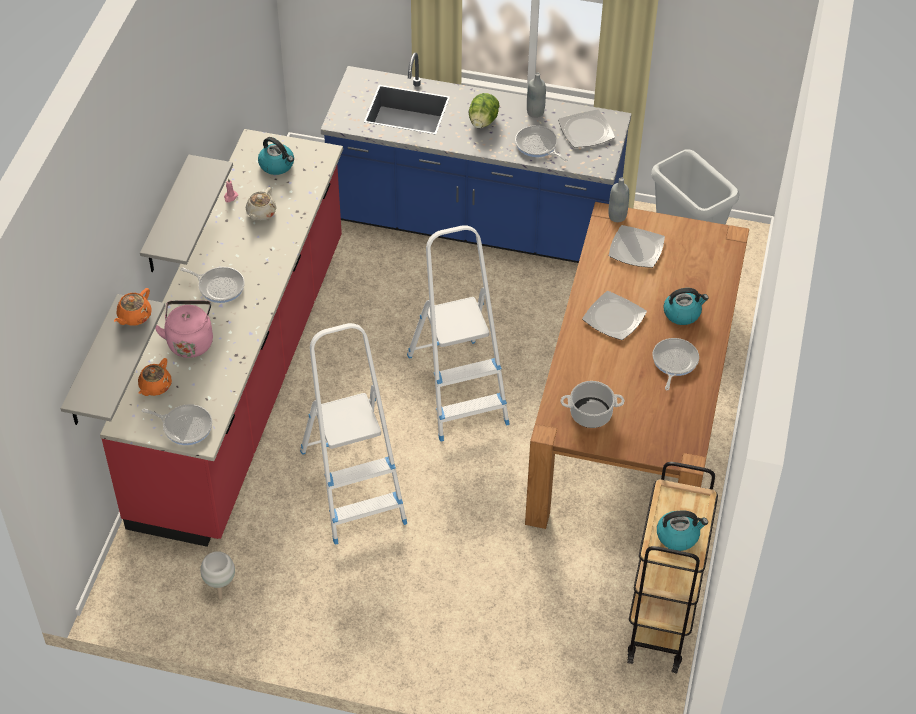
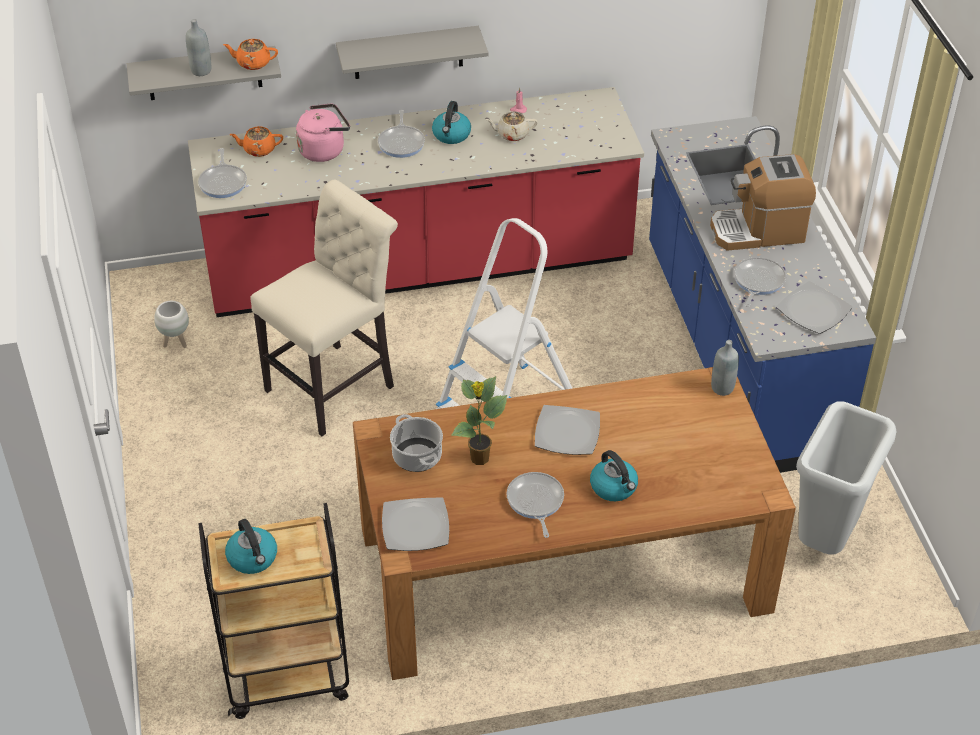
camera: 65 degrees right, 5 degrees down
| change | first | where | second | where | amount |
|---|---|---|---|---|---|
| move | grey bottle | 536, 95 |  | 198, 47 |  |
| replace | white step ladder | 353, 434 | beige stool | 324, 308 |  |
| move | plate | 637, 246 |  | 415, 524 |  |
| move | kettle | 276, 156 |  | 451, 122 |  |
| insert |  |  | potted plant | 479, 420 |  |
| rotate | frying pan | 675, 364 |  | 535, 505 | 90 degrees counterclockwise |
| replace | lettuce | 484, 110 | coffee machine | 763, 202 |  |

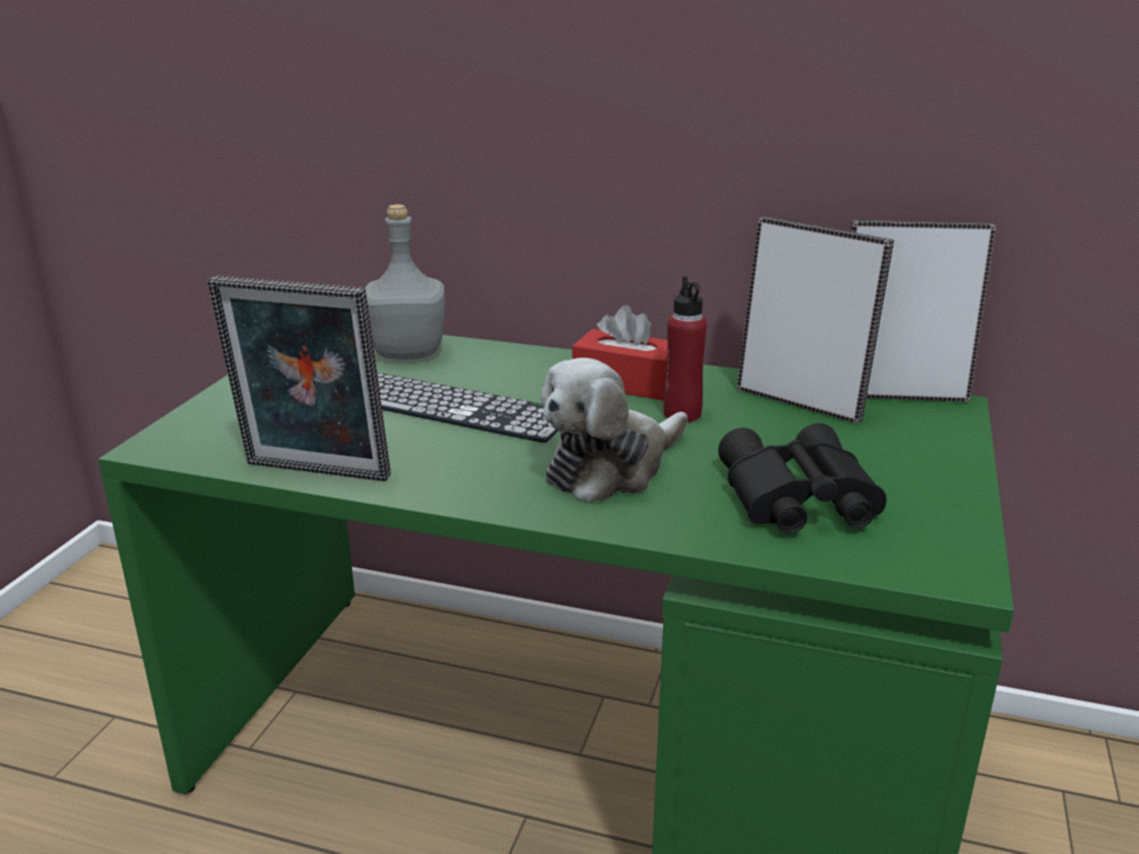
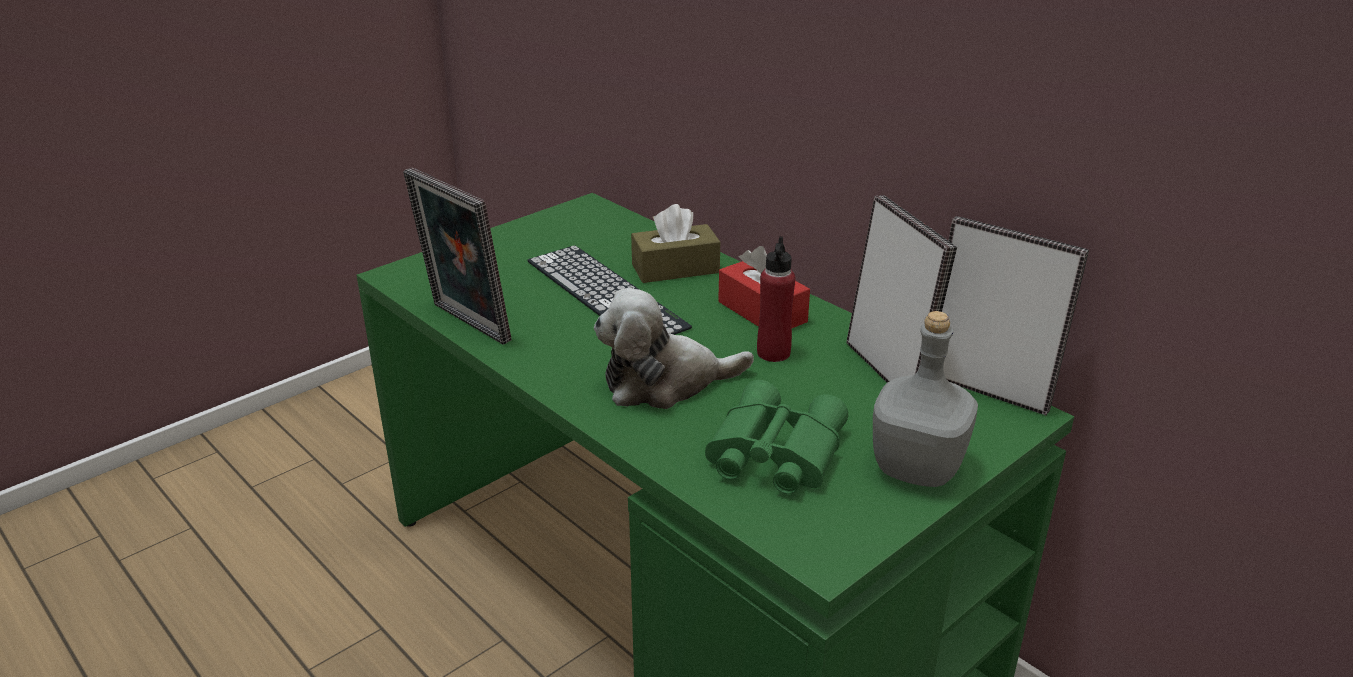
camera: 30 degrees right, 5 degrees up
| change | first | where | second | where | amount |
|---|---|---|---|---|---|
| insert |  |  | brown tissue box | 675, 243 |  |
| recolor | black binoculars | 802, 478 | green binoculars | 776, 437 |  |
| move | grey bottle | 405, 282 |  | 925, 399 |  |

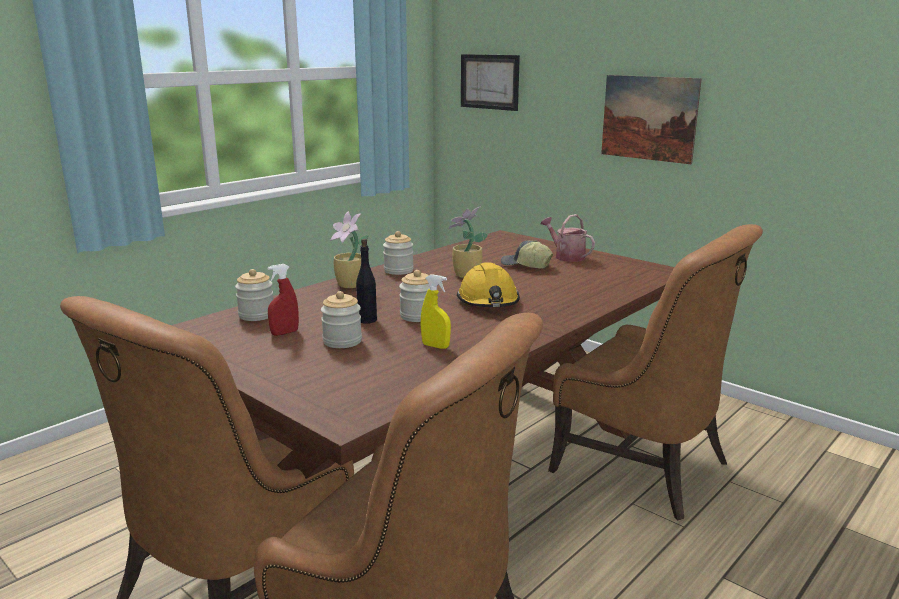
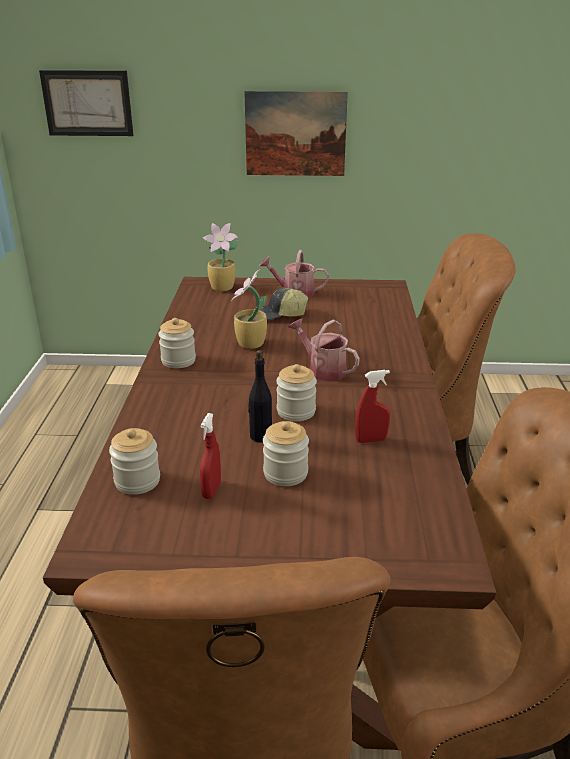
camera: 40 degrees left, 10 degrees up
| change | first | where | second | where | amount |
|---|---|---|---|---|---|
| move | potted plant | 349, 249 |  | 221, 257 |  |
| replace | yellow hard hat | 488, 284 | watering can | 324, 349 |  |
| recolor | yellow spray bottle | 436, 311 | red spray bottle | 372, 406 |  |

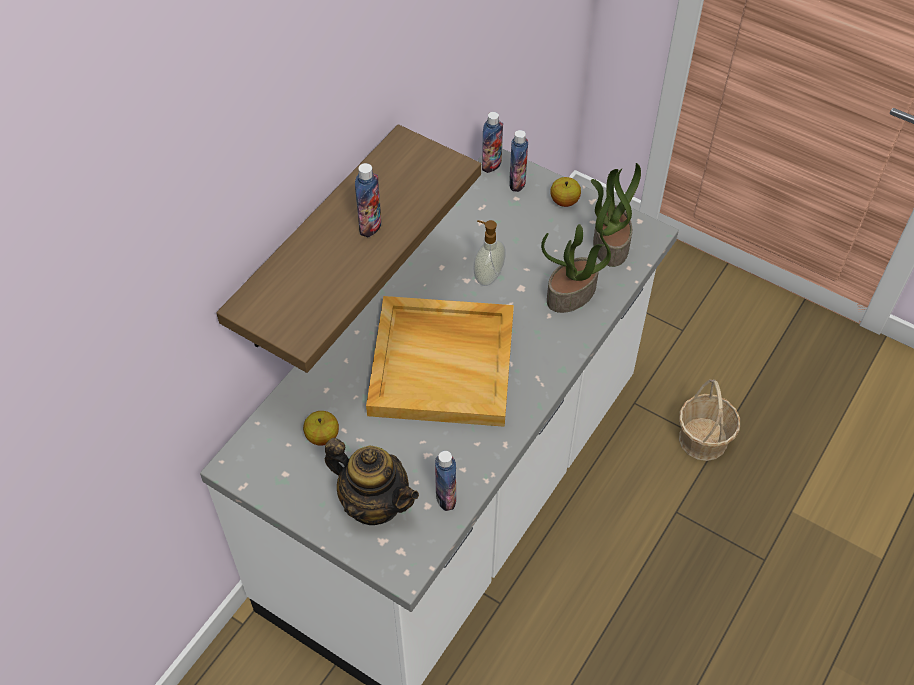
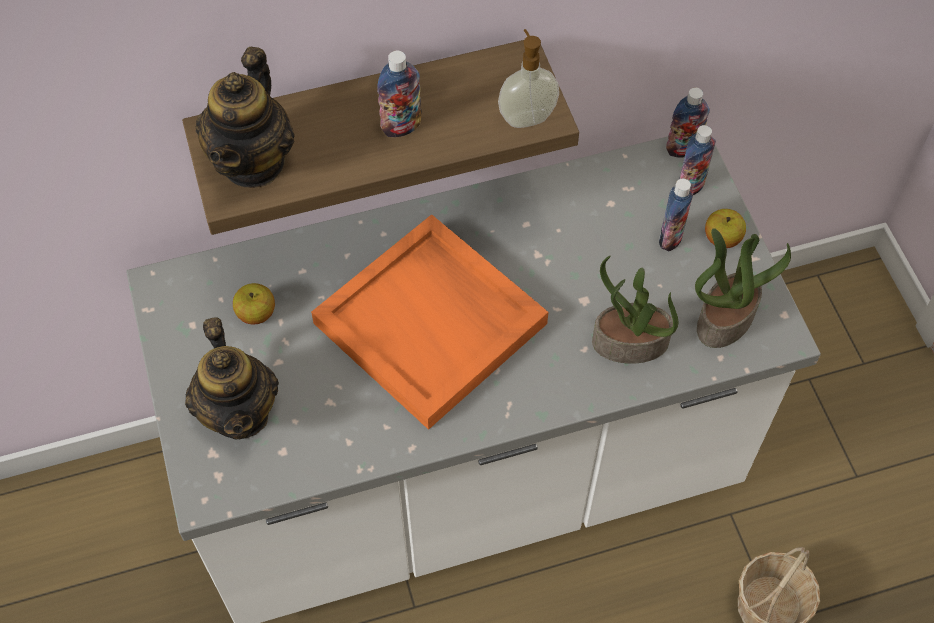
camera: 40 degrees right, 5 degrees up
| change | first | where | second | where | amount |
|---|---|---|---|---|---|
| insert |  |  | teapot | 245, 117 |  |
| recolor | beige tray | 440, 361 | orange tray | 429, 322 |  |
| move | soap dispenser | 489, 253 |  | 528, 78 |  |
| move | bottle | 445, 481 |  | 676, 214 |  |

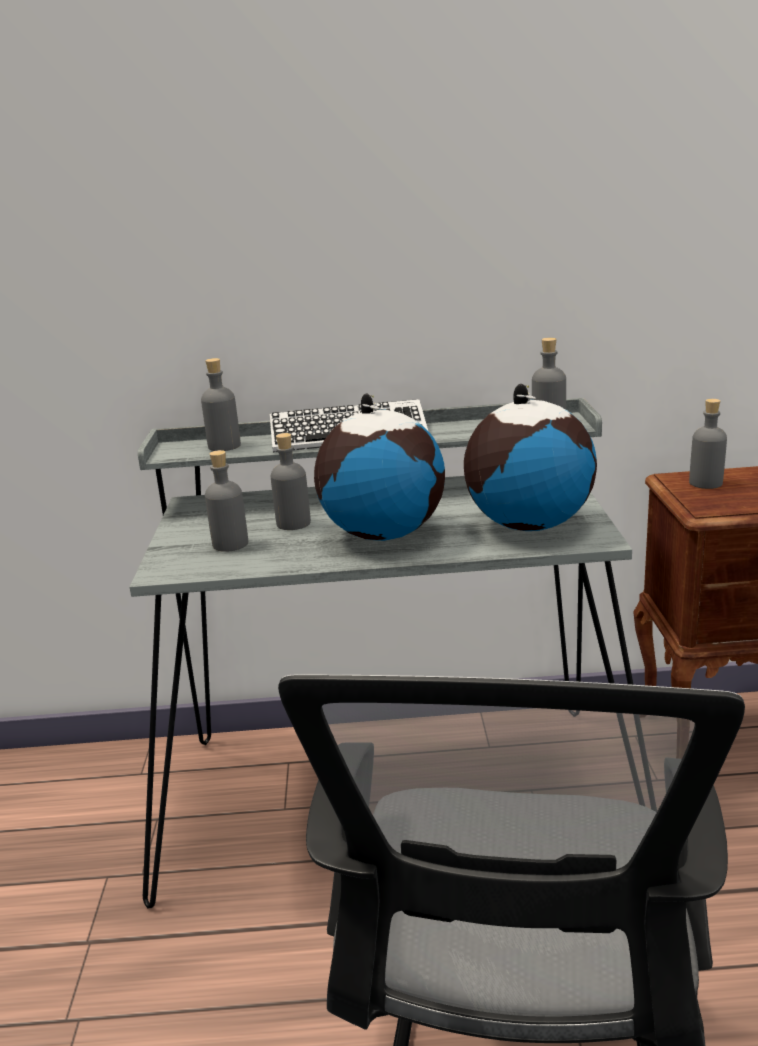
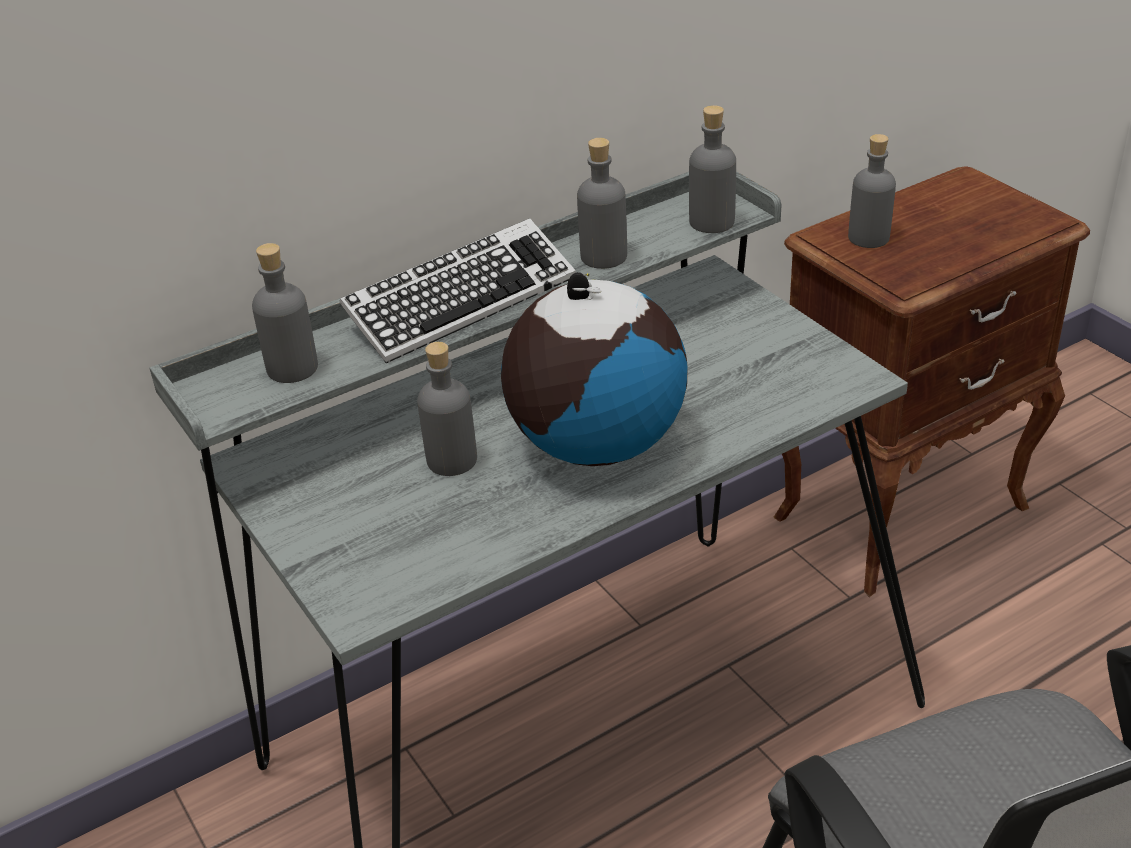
camera: 30 degrees left, 15 degrees up
| change | first | where | second | where | amount |
|---|---|---|---|---|---|
| move | grey bottle | 226, 501 |  | 602, 203 |  |
| delete | globe | 530, 457 |  |  |  |

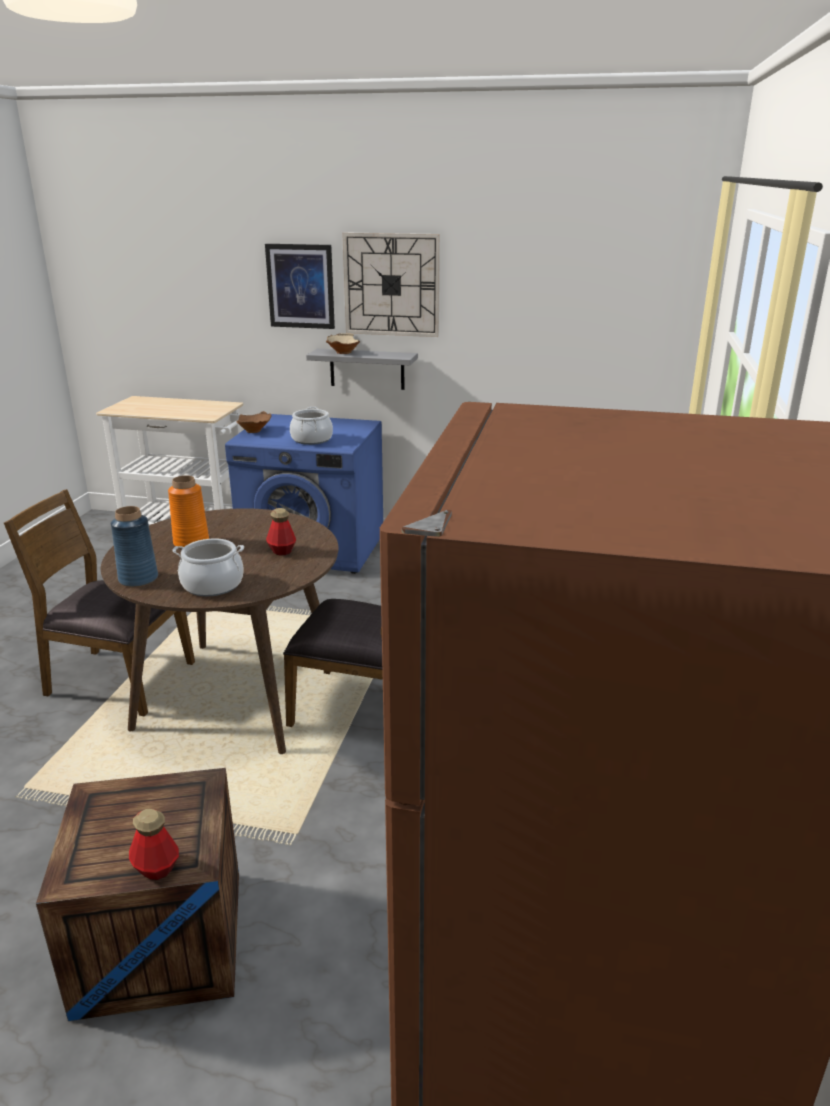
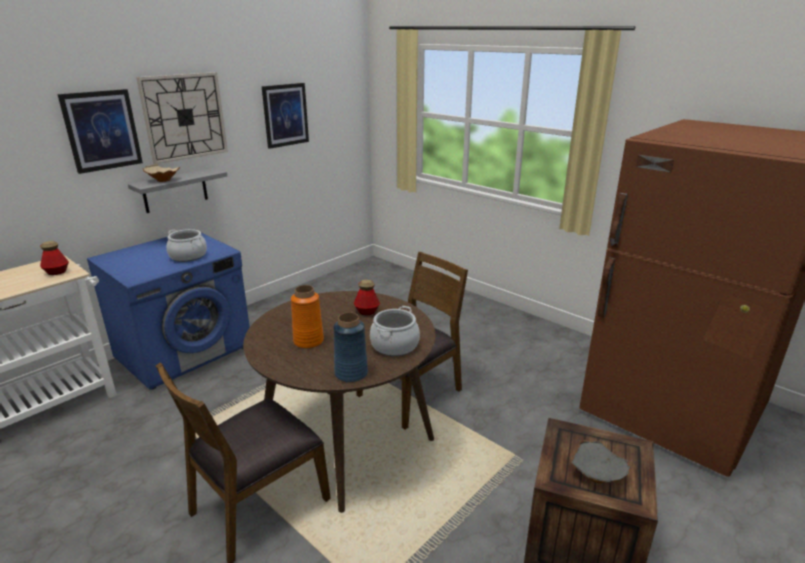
camera: 60 degrees left, 0 degrees up
| change | first | where | second | where | amount |
|---|---|---|---|---|---|
| move | bottle | 154, 844 |  | 54, 258 |  |
| insert |  |  | picture | 285, 116 |  |
| insert |  |  | grey bowl | 600, 461 |  |
| delete | brown bowl | 254, 422 |  |  |  |

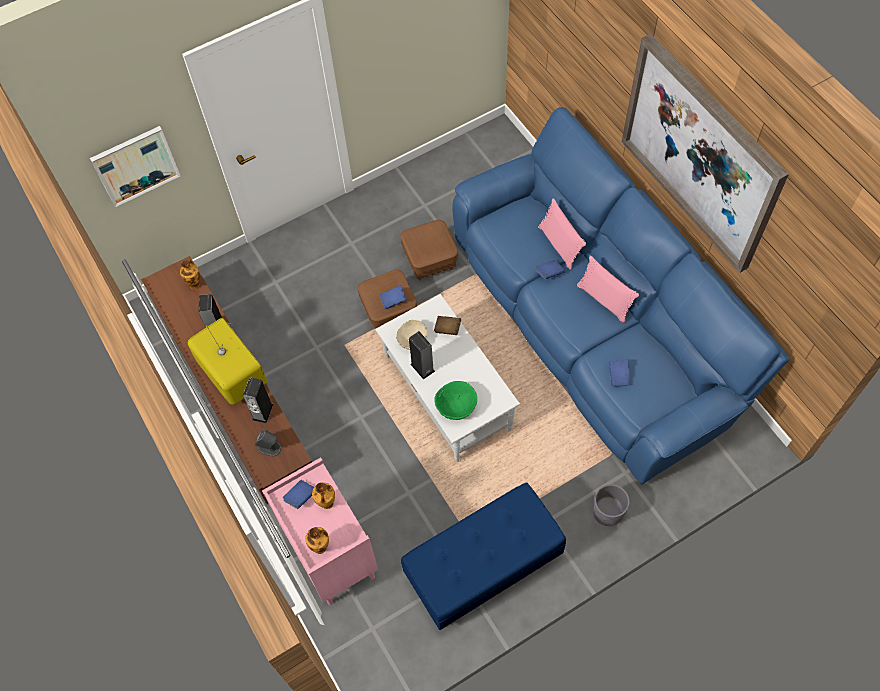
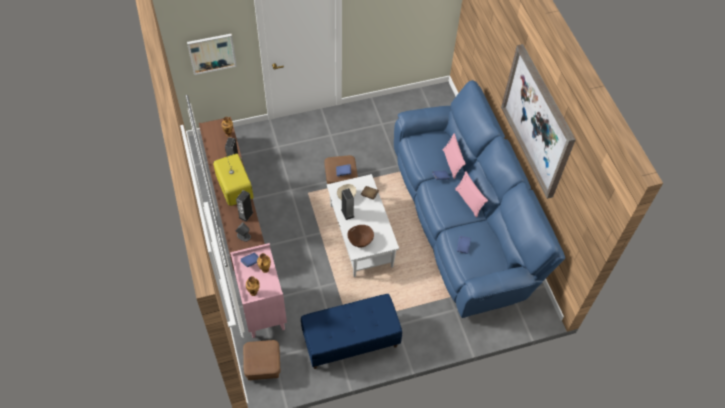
camera: 10 degrees right, 5 degrees down
| change | first | where | second | where | amount |
|---|---|---|---|---|---|
| move | brown ottoman | 429, 250 |  | 261, 360 |  |
| recolor | green bowl | 455, 400 | brown bowl | 360, 236 |  |
| delete | grey planter | 611, 505 |  |  |  |

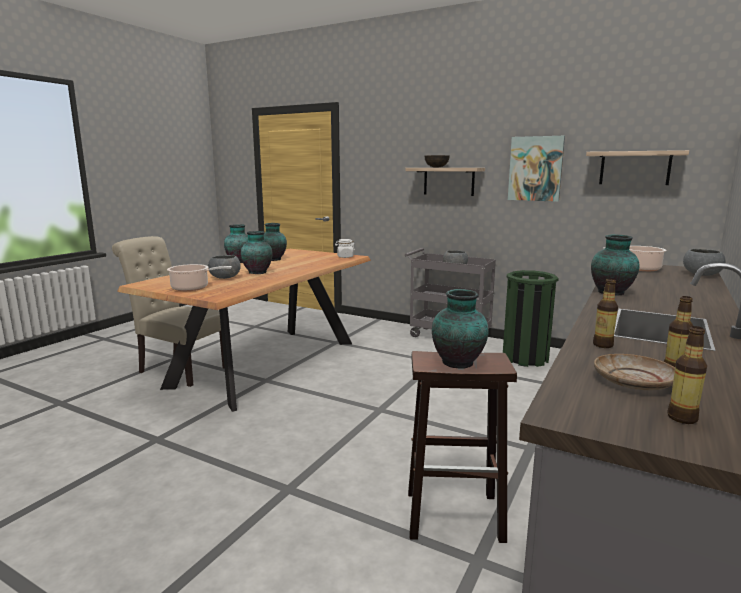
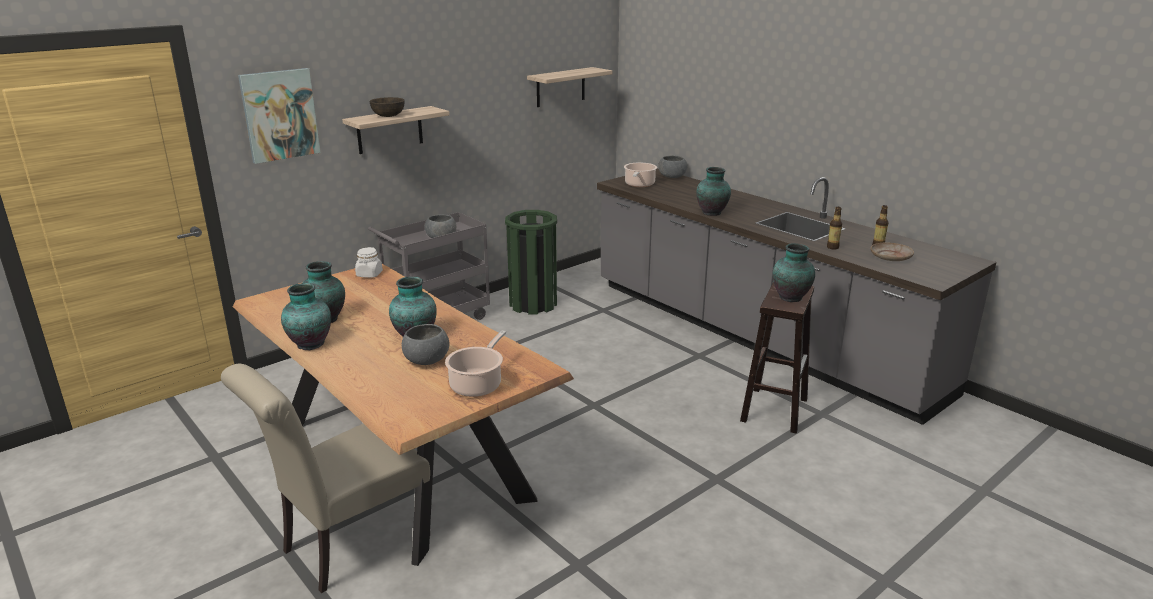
camera: 70 degrees left, 10 degrees up
| change | first | where | second | where | amount |
|---|---|---|---|---|---|
| move | picture | 536, 169 |  | 279, 116 |  |
| delete | bottle | 687, 375 |  |  |  |

